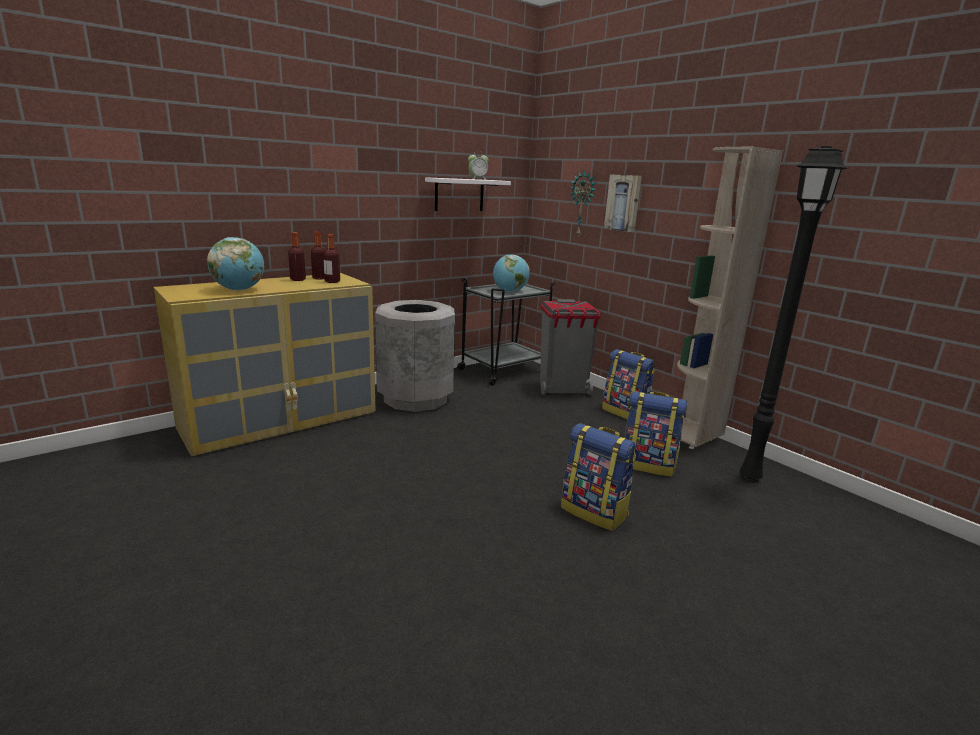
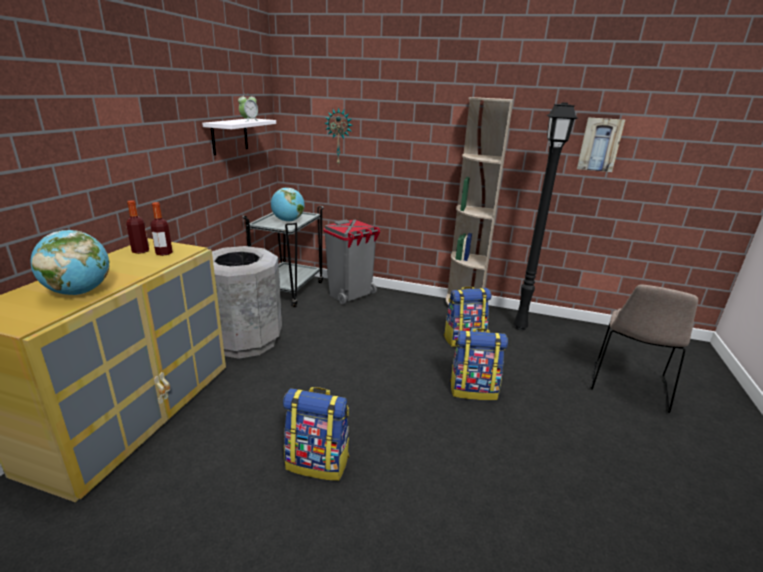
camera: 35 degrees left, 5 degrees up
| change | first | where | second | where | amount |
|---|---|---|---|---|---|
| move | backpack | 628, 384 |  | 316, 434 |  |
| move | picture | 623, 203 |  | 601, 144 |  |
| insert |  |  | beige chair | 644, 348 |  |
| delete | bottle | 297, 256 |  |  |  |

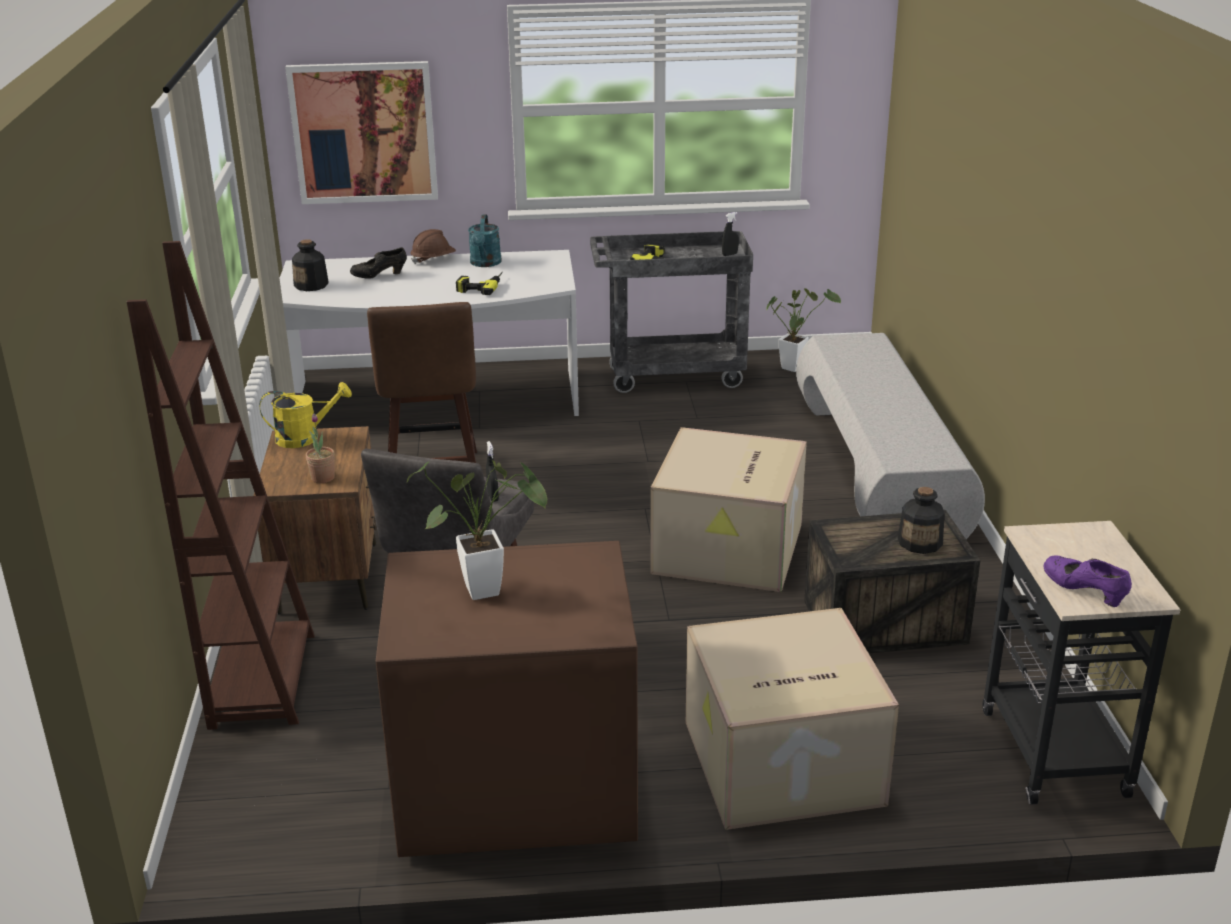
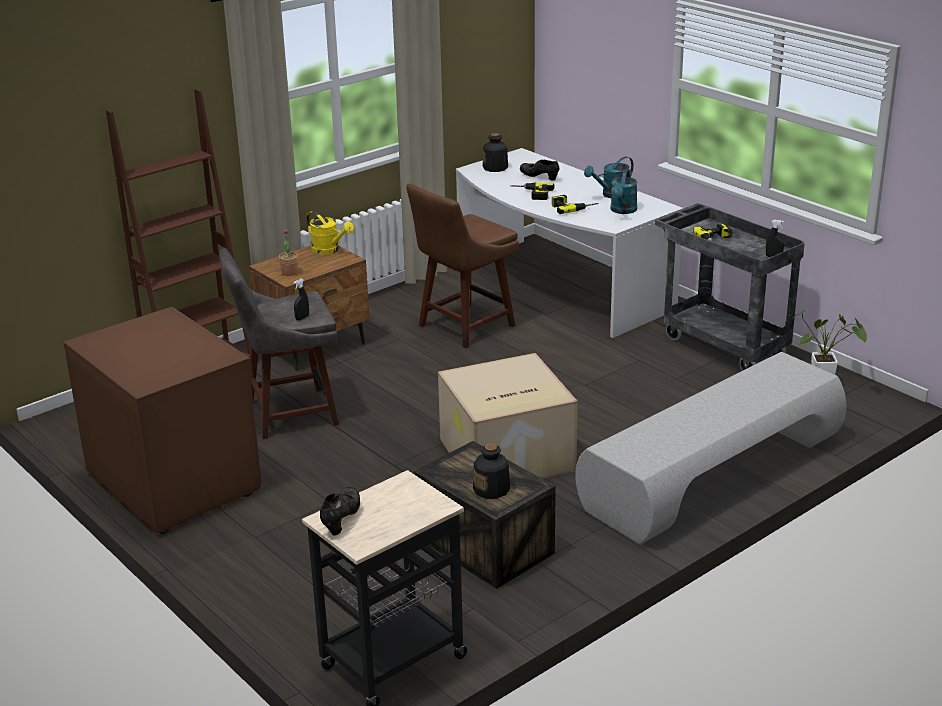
camera: 55 degrees right, 0 degrees up
| change | first | where | second | where | amount |
|---|---|---|---|---|---|
| recolor | purple shoe | 1088, 581 | black shoe | 340, 511 |  |
| insert |  |  | power drill | 532, 191 |  |
| insert |  |  | turquoise watering can | 624, 191 |  |
| delete | picture | 361, 132 |  |  |  |
| delete | potted plant | 477, 530 |  |  |  |
| delete | brown hard hat | 433, 246 |  |  |  |
| delete | cardboard box | 792, 719 |  |  |  |

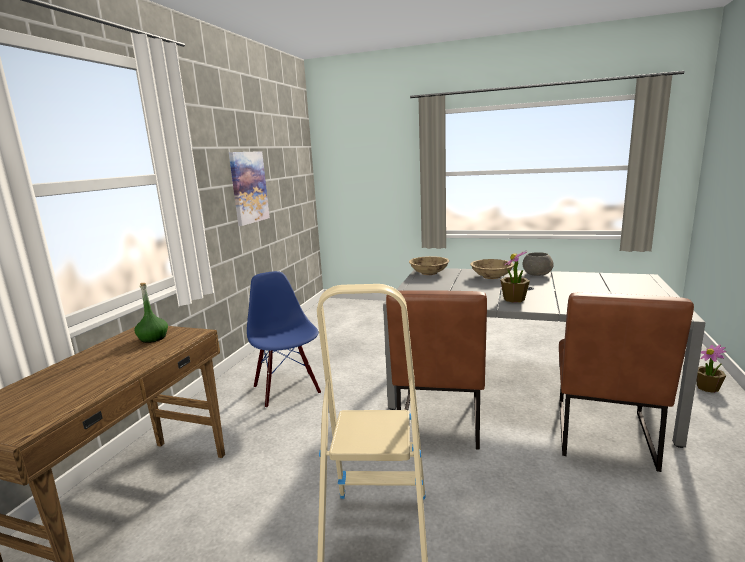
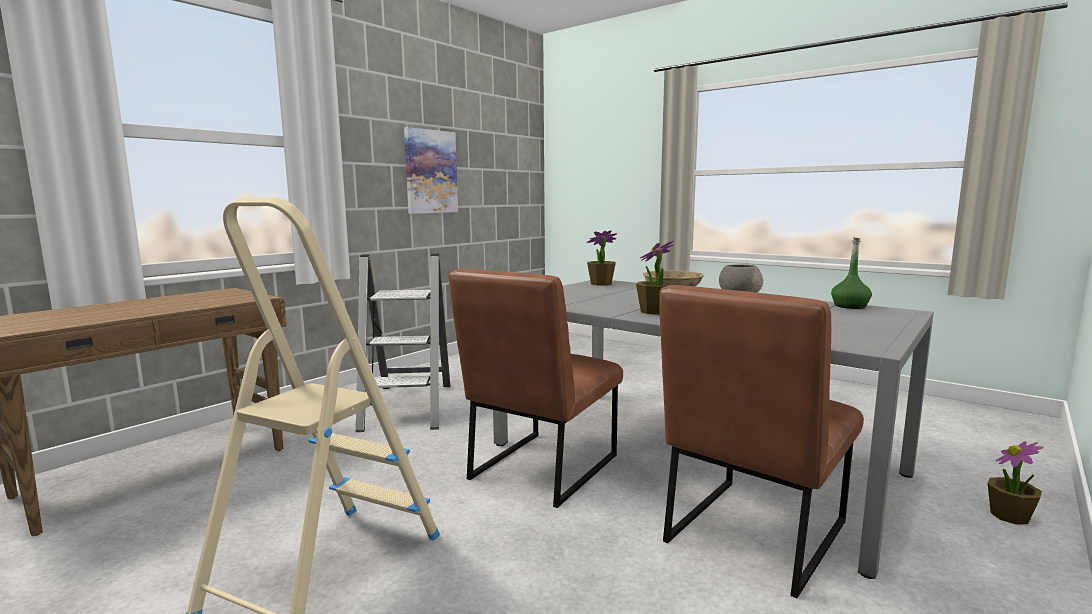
camera: 20 degrees right, 5 degrees down
| change | first | where | second | where | amount |
|---|---|---|---|---|---|
| replace | blue chair | 284, 339 | grey step ladder | 403, 342 |  |
| replace | beige bowl | 429, 265 | potted plant | 602, 257 |  |
| move | green bottle | 151, 313 |  | 851, 273 |  |

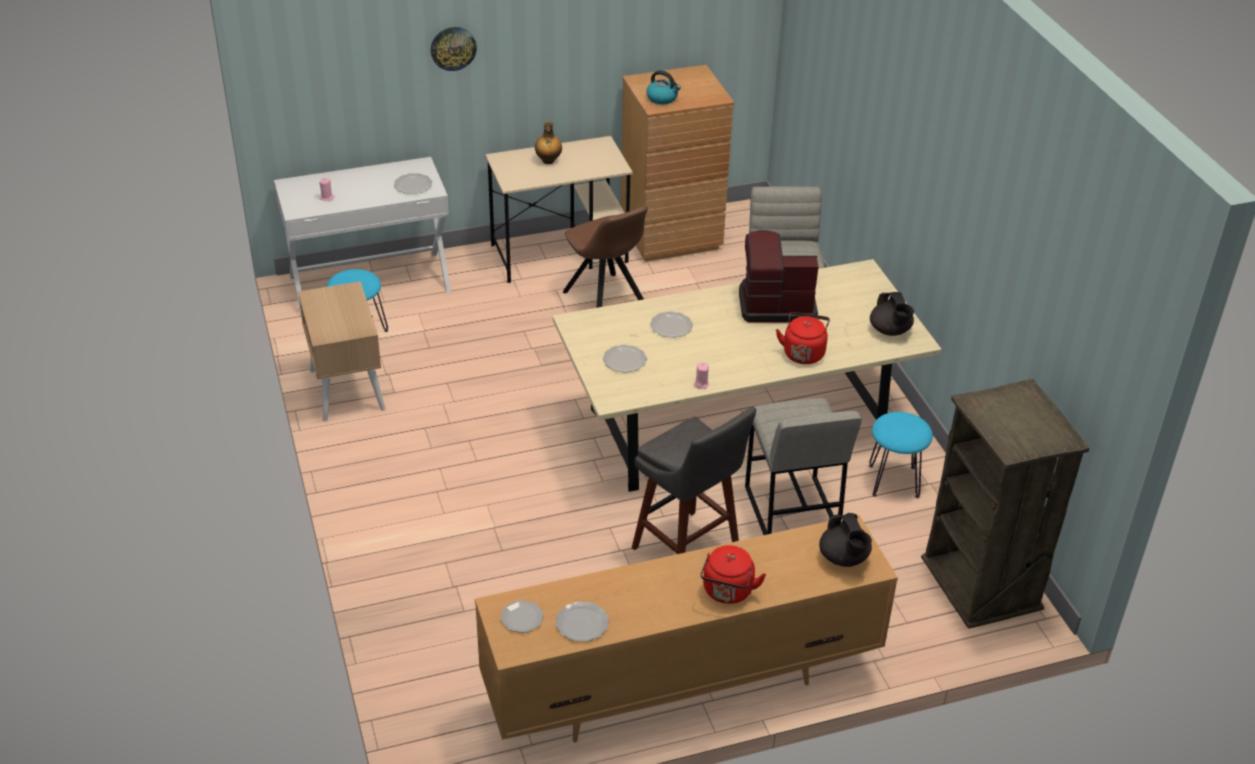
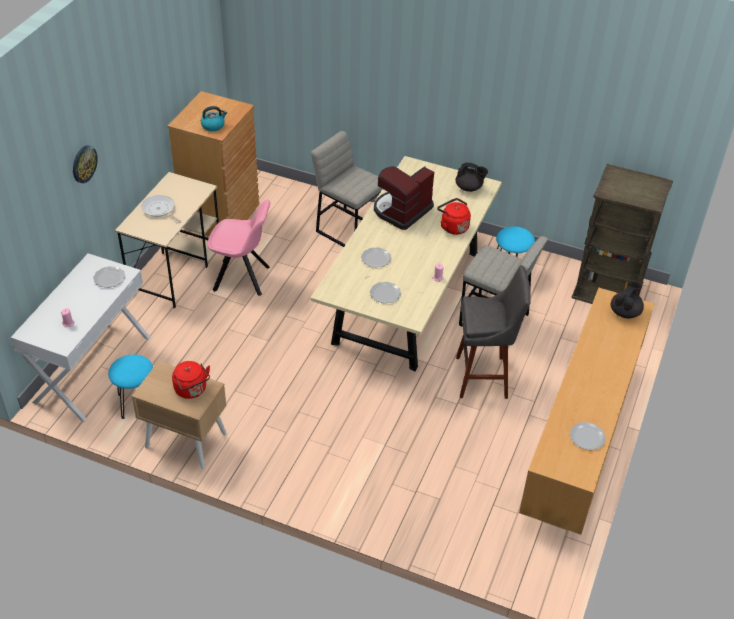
camera: 50 degrees left, 5 degrees up
| change | first | where | second | where | amount |
|---|---|---|---|---|---|
| replace | bottle | 548, 142 | frying pan | 162, 209 |  |
| move | red kettle | 733, 574 |  | 191, 380 |  |
| recolor | brown chair | 605, 257 | pink chair | 239, 248 |  |
| rotate | black teapot | 845, 540 |  | 627, 299 | 75 degrees counterclockwise |
| delete | plate | 522, 616 |  |  |  |

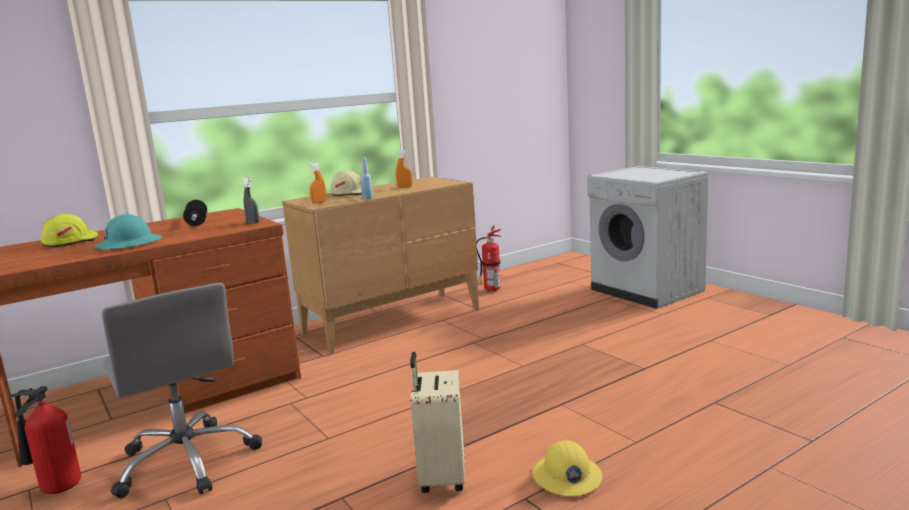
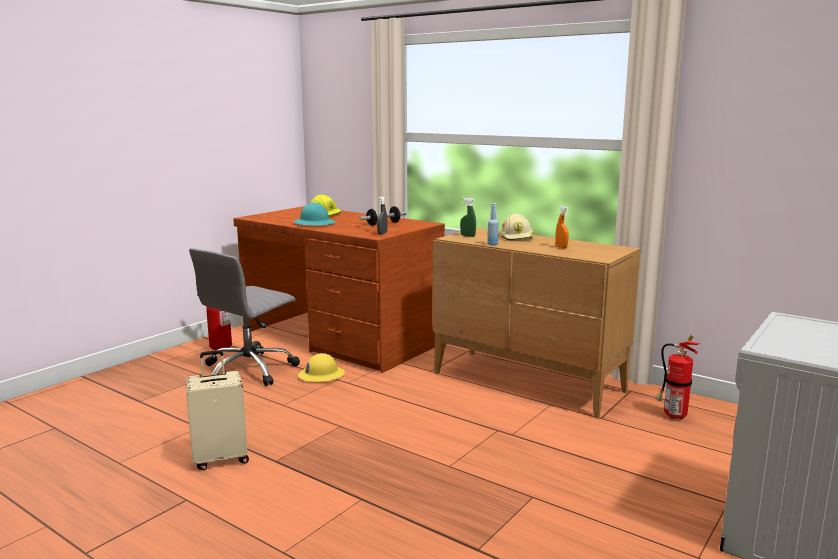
camera: 70 degrees right, 0 degrees up
| change | first | where | second | where | amount |
|---|---|---|---|---|---|
| move | yellow hard hat | 568, 468 |  | 321, 367 |  |
| recolor | orange spray bottle | 317, 183 | green spray bottle | 468, 217 |  |

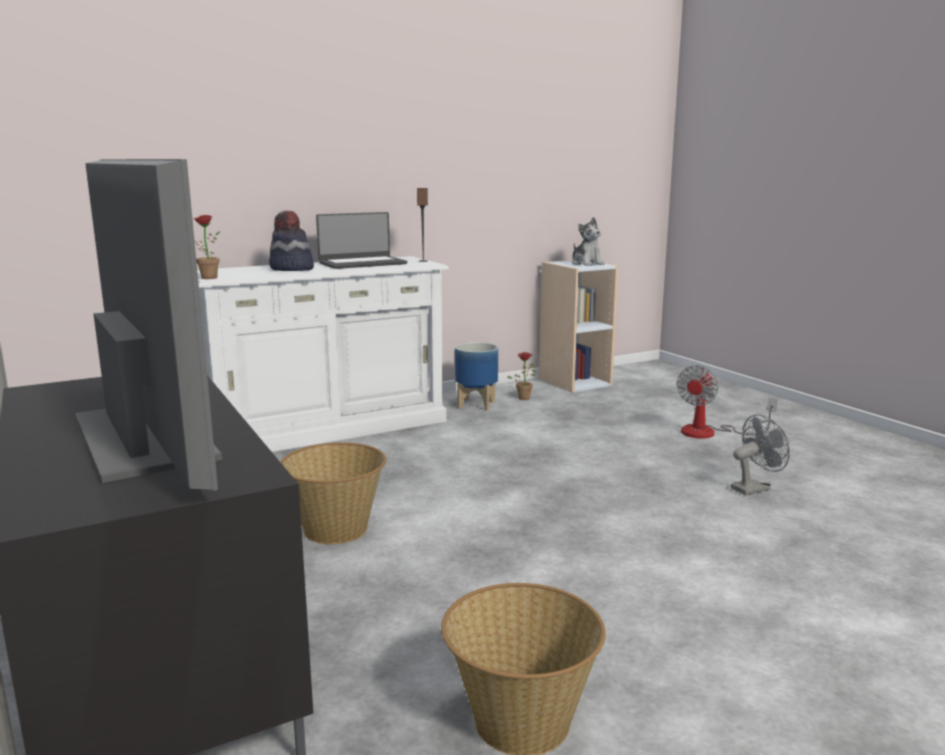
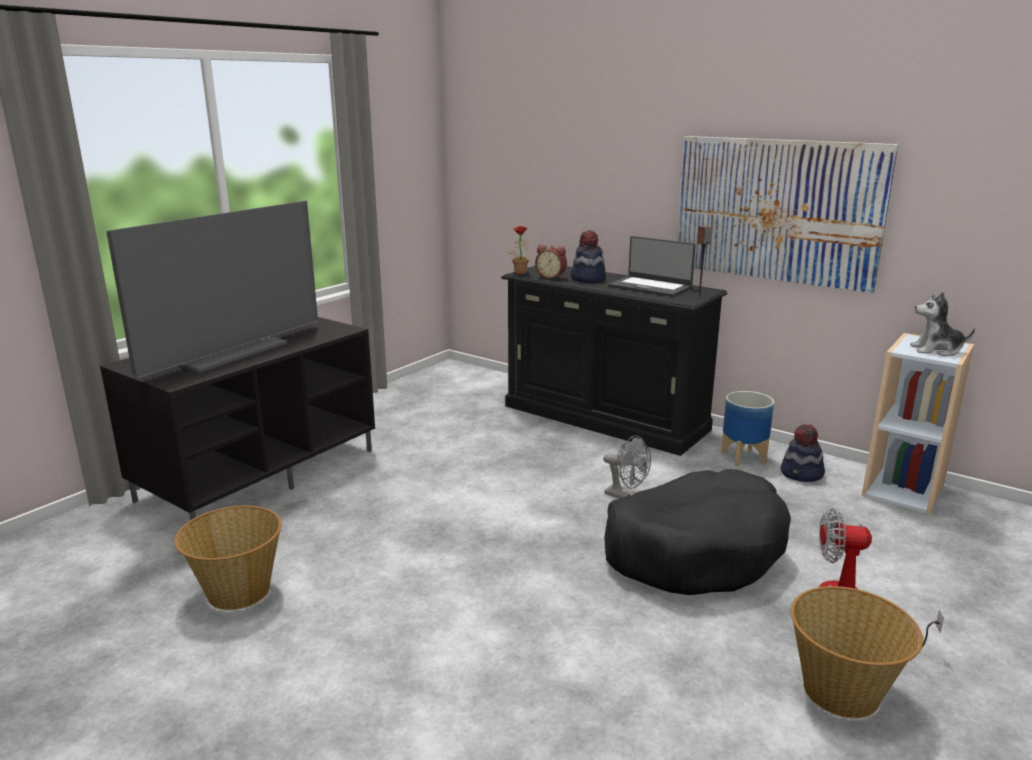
camera: 65 degrees right, 5 degrees up
| change | first | where | second | where | amount |
|---|---|---|---|---|---|
| recolor | white cabinet | 323, 354 | black cabinet | 614, 361 |  |
| insert |  |  | alarm clock | 551, 262 |  |
| move | grey fan | 760, 454 |  | 627, 467 |  |
| insert |  |  | black dog bed | 697, 532 |  |
| insert |  |  | picture | 788, 214 |  |
| replace | potted plant | 521, 376 | hat | 803, 453 |  |
| move | basket | 333, 493 |  | 857, 652 |  |
| rotate | plush toy | 588, 241 |  | 942, 324 | 60 degrees clockwise |

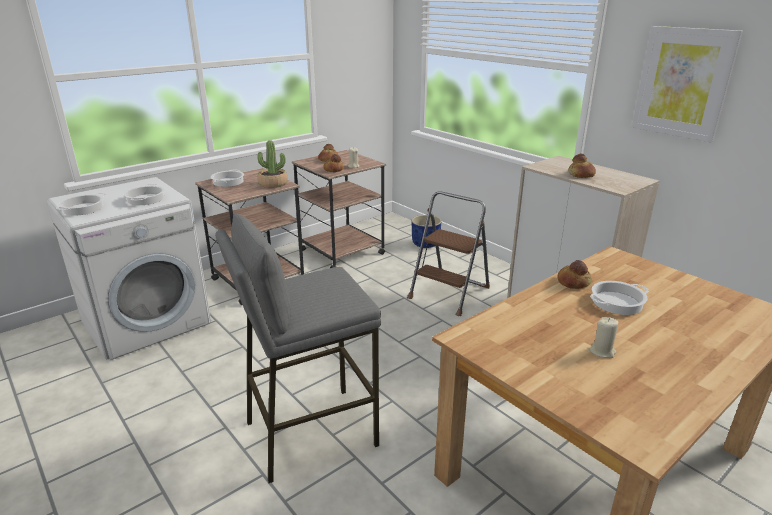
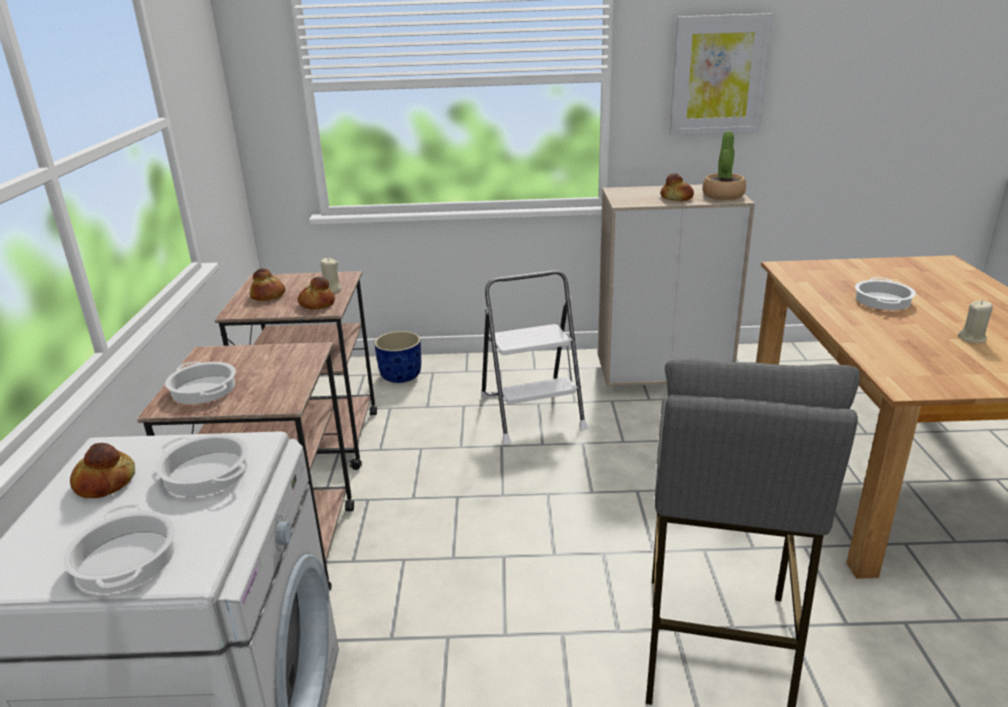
camera: 50 degrees left, 0 degrees up
| change | first | where | second | where | amount |
|---|---|---|---|---|---|
| move | bread | 574, 274 |  | 102, 470 |  |
| recolor | brown step ladder | 448, 253 | white step ladder | 534, 357 |  |
| move | potted plant | 272, 164 |  | 724, 165 |  |

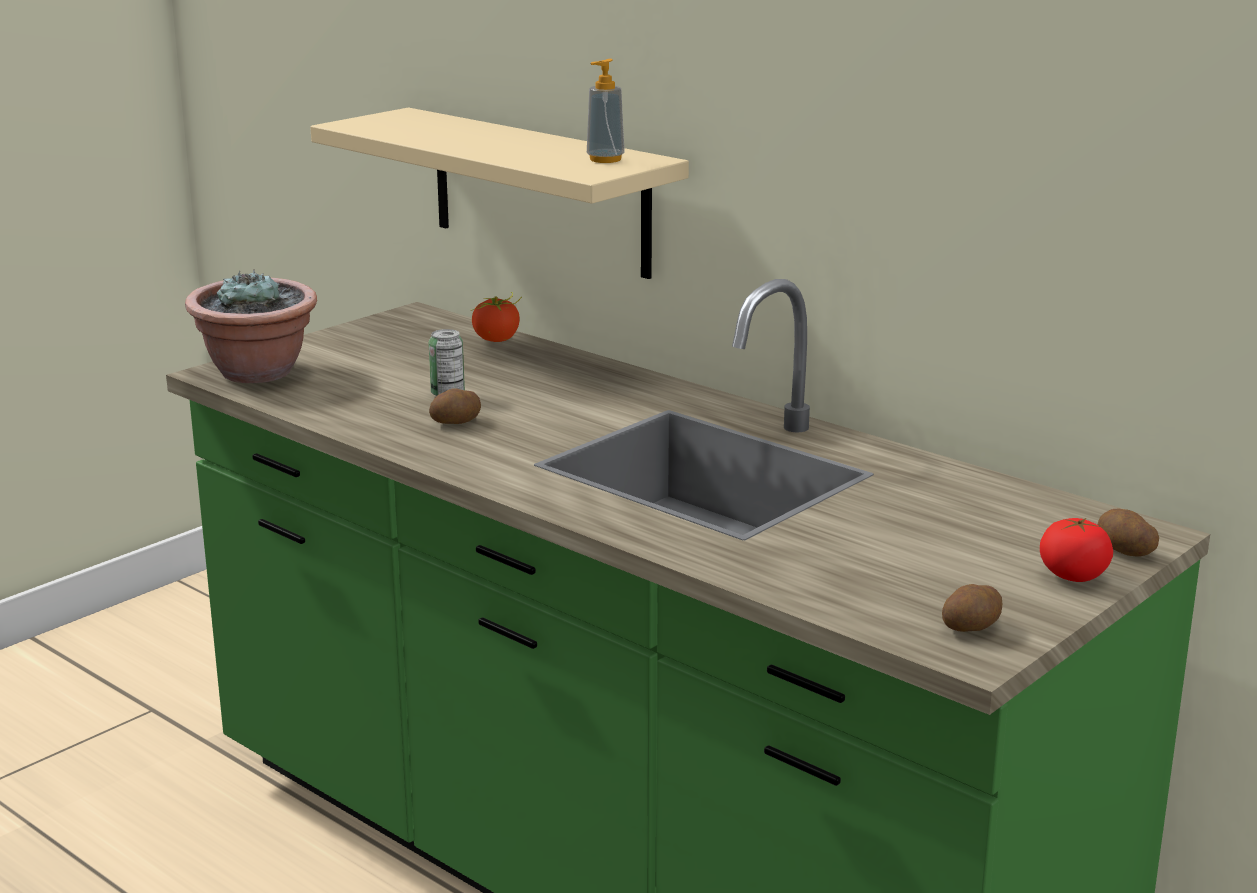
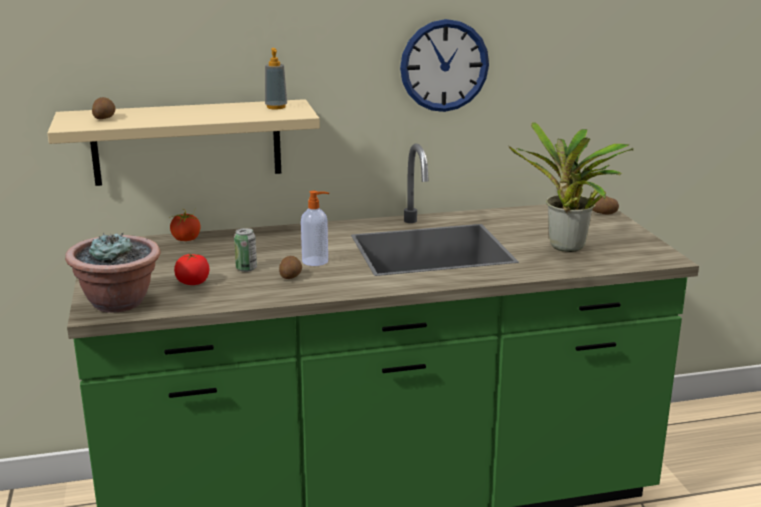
camera: 55 degrees left, 0 degrees up
| change | first | where | second | where | amount |
|---|---|---|---|---|---|
| move | potato | 972, 608 |  | 104, 108 |  |
| move | tomato | 1076, 550 |  | 191, 269 |  |
| insert |  |  | soap dispenser | 315, 228 |  |
| insert |  |  | wall clock | 444, 65 |  |
| insert |  |  | potted plant | 571, 187 |  |

